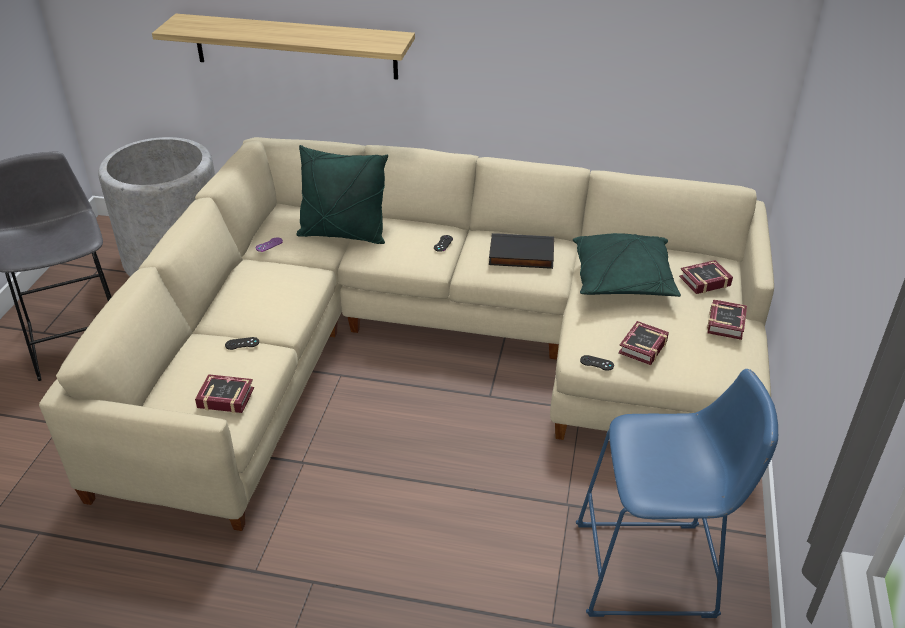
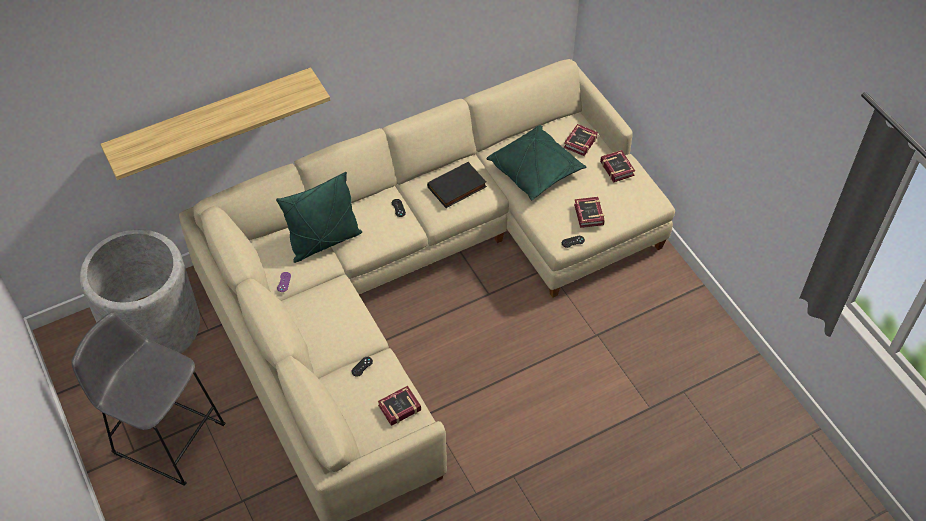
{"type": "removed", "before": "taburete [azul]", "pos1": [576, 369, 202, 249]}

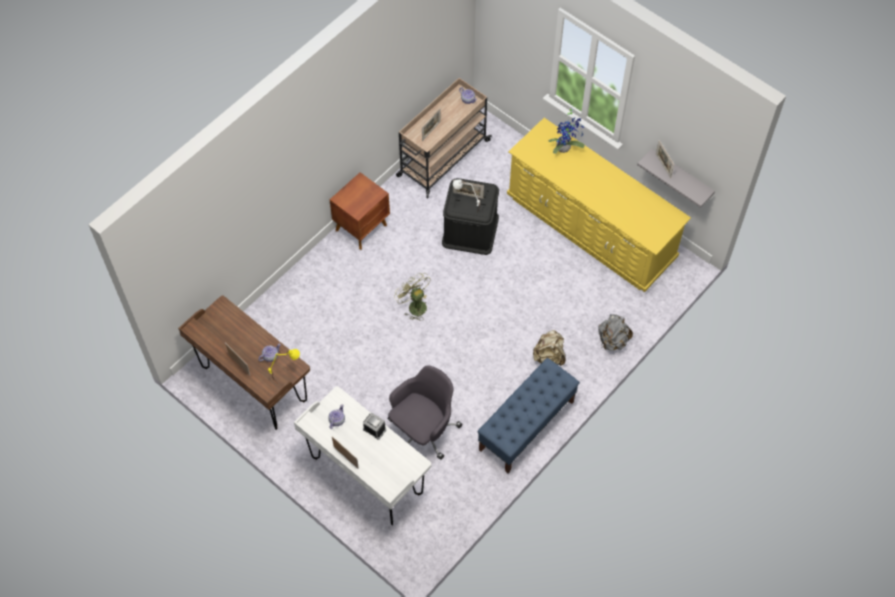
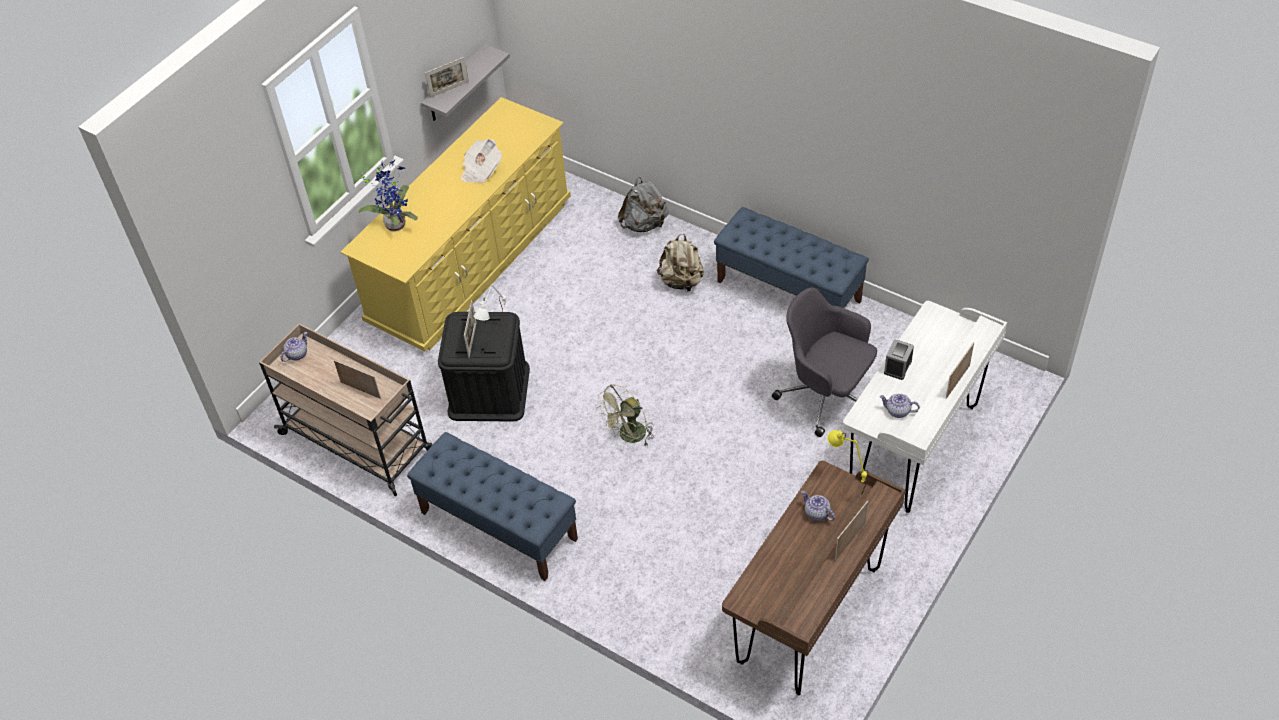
{"type": "replaced", "before": "mesita de noche [marrón]", "after": "banco [azul]", "pos1": [330, 172, 60, 78], "pos2": [407, 432, 171, 149]}
{"type": "added", "after": "periódico", "pos2": [461, 139, 41, 45]}

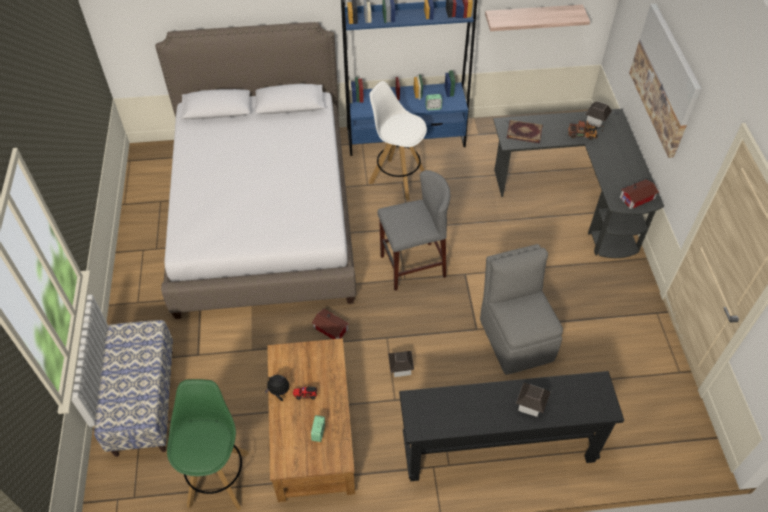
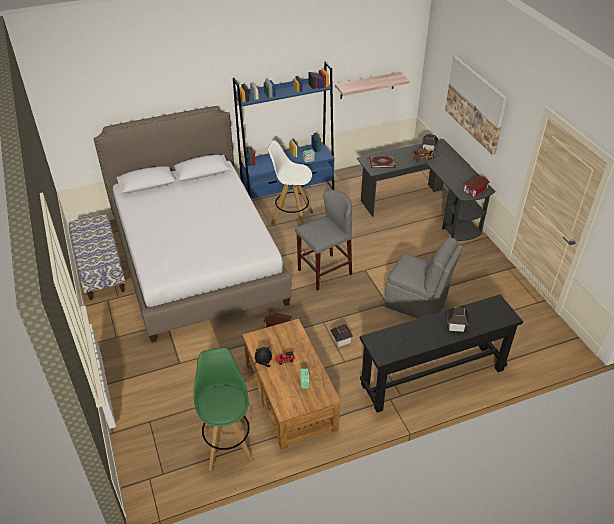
{"type": "moved", "before": "banco", "pos1": [94, 320, 79, 137], "pos2": [69, 214, 57, 86]}
{"type": "turned", "before": "silla [gris]", "pos1": [480, 244, 83, 131], "pos2": [384, 237, 79, 82], "turn": 150}

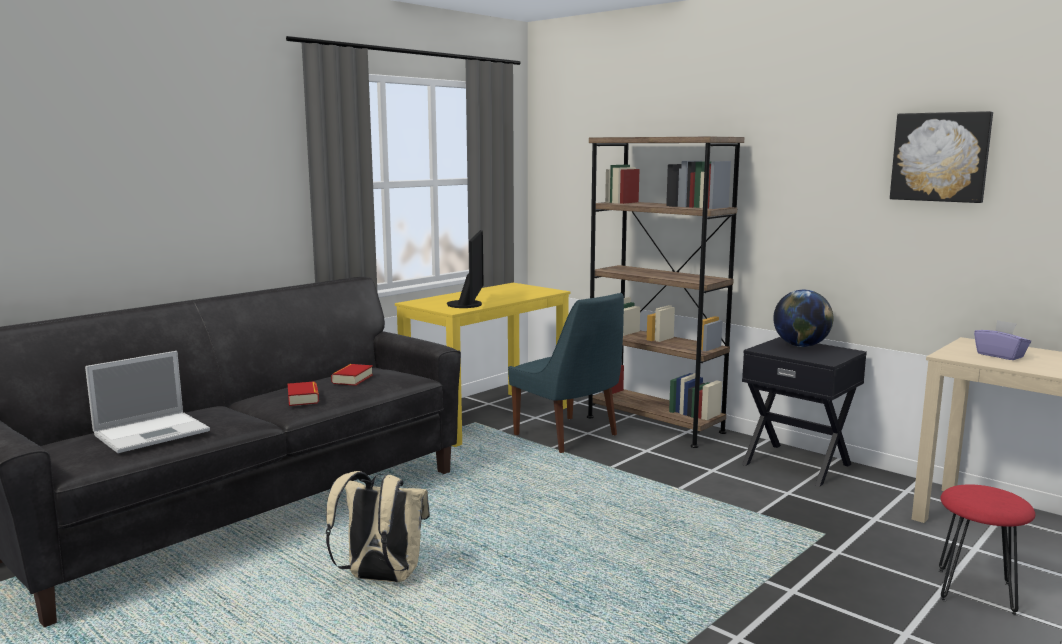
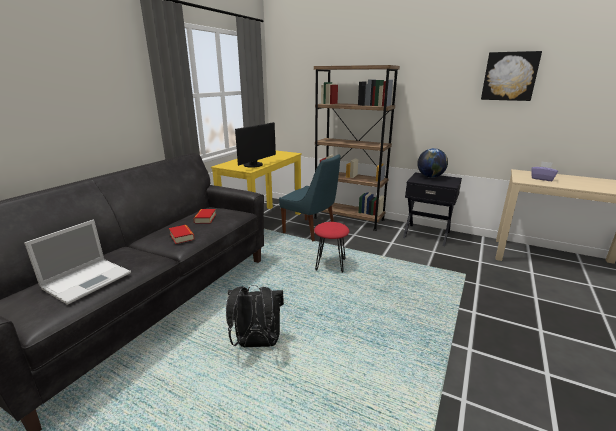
{"type": "recoloured", "before": "mochila [beis]", "after": "mochila [negro]", "pos1": [326, 471, 104, 111], "pos2": [226, 285, 58, 62]}
{"type": "turned", "before": "monitor", "pos1": [447, 230, 37, 78], "pos2": [235, 122, 41, 46], "turn": 45}
{"type": "moved", "before": "taburete [rojo]", "pos1": [938, 484, 97, 132], "pos2": [314, 222, 35, 51]}

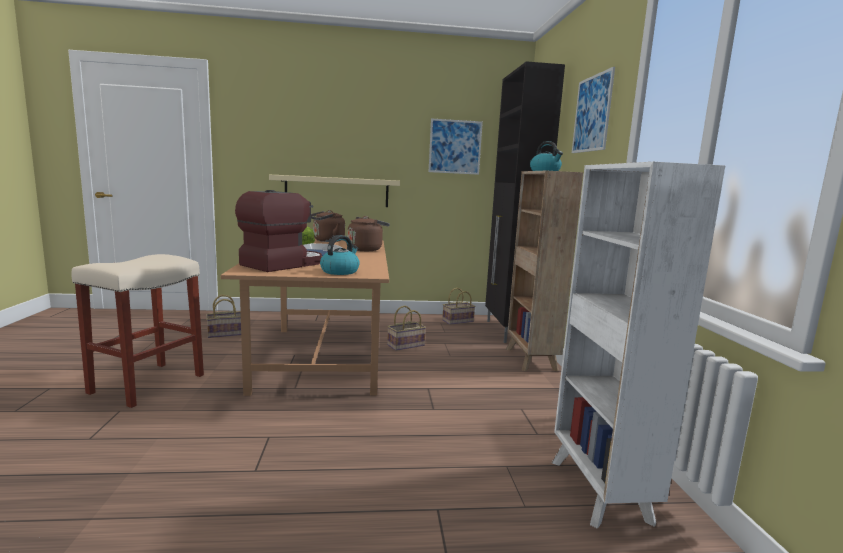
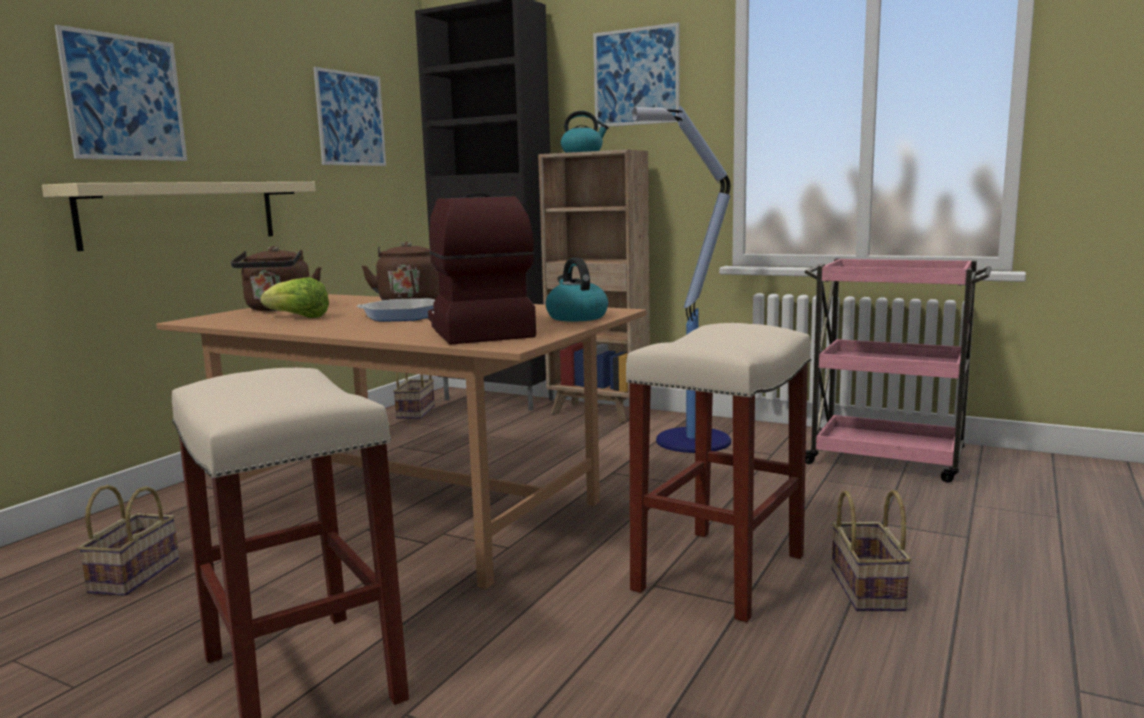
{"type": "moved", "before": "cesta", "pos1": [387, 306, 39, 45], "pos2": [832, 490, 79, 121]}
{"type": "replaced", "before": "estantería [blanco]", "after": "carrito [rosa]", "pos1": [552, 162, 173, 366], "pos2": [804, 259, 188, 223]}
{"type": "added", "after": "cuadro", "pos2": [55, 25, 132, 136]}
{"type": "added", "after": "taburete [beis]", "pos2": [626, 323, 185, 299]}
{"type": "added", "after": "lámpara de pie", "pos2": [632, 106, 99, 347]}

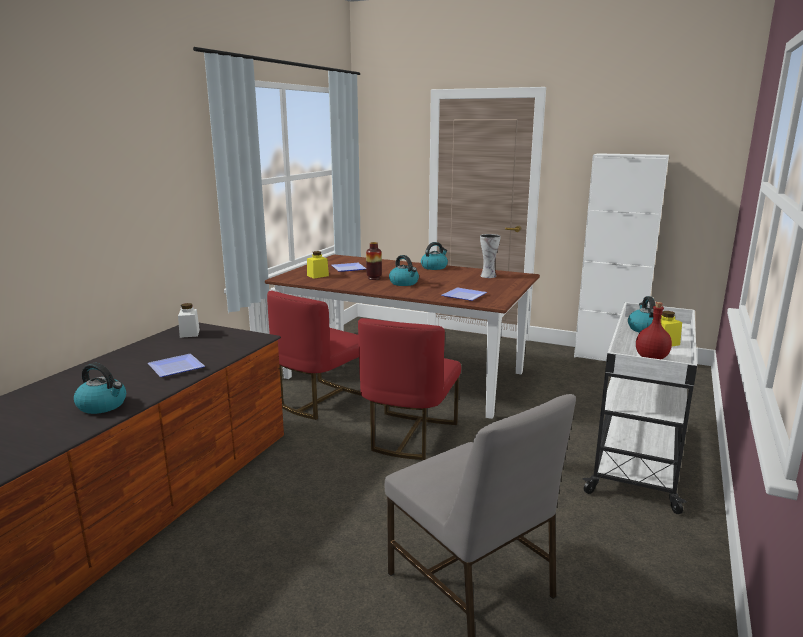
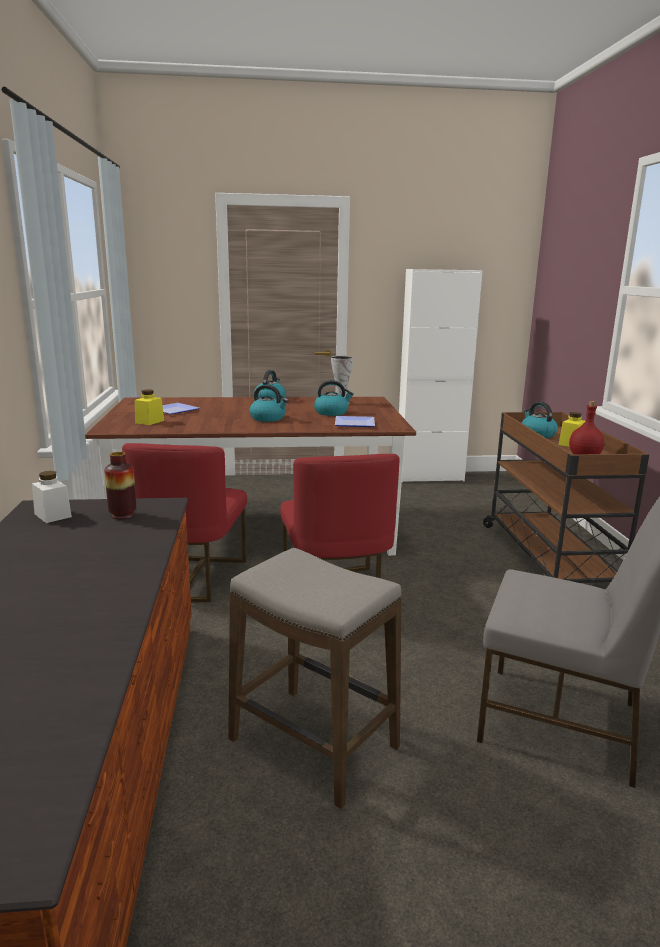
{"type": "moved", "before": "hervidor", "pos1": [74, 363, 52, 51], "pos2": [314, 380, 40, 36]}
{"type": "removed", "before": "plato", "pos1": [148, 354, 57, 23]}
{"type": "moved", "before": "florero", "pos1": [366, 242, 16, 38], "pos2": [104, 452, 33, 68]}
{"type": "recoloured", "before": "carrito [blanco]", "after": "carrito [marrón]", "pos1": [582, 302, 115, 212], "pos2": [483, 412, 166, 171]}
{"type": "added", "after": "taburete", "pos2": [228, 548, 173, 261]}

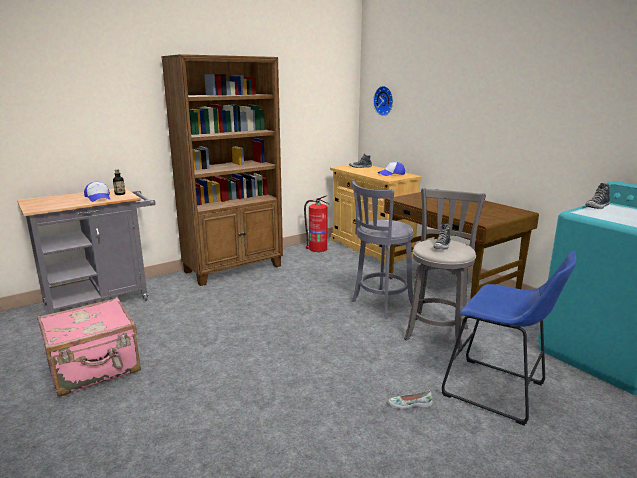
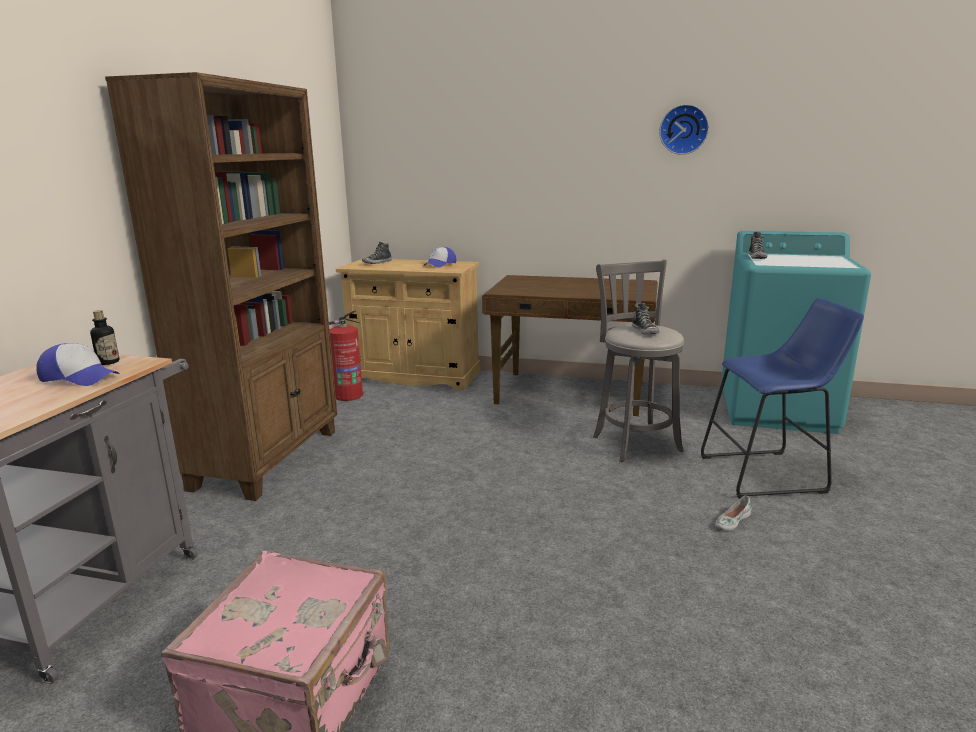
{"type": "removed", "before": "taburete [gris]", "pos1": [352, 180, 62, 139]}
{"type": "moved", "before": "reloj de pared", "pos1": [373, 86, 20, 30], "pos2": [659, 104, 50, 51]}

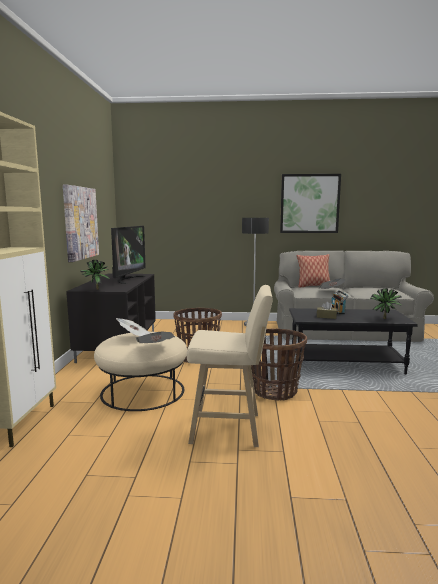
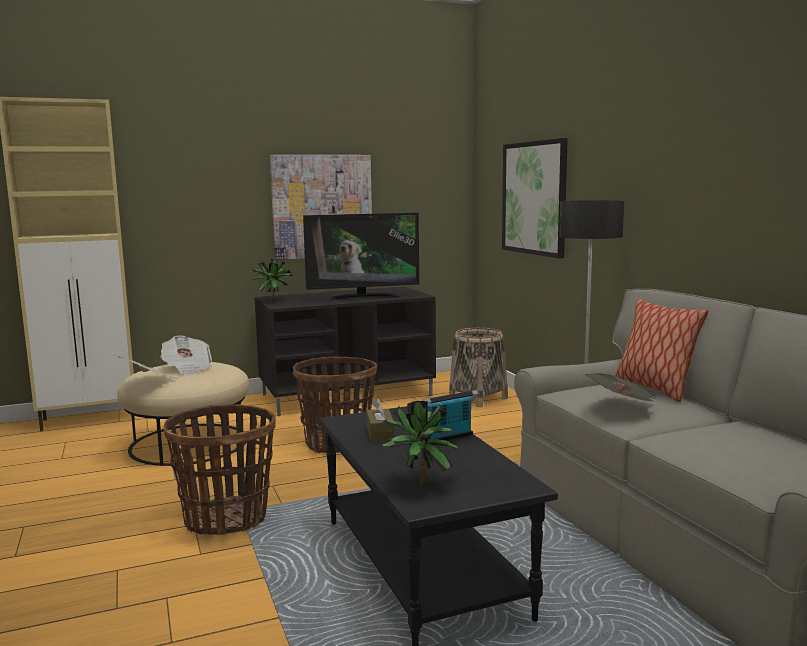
{"type": "removed", "before": "taburete [beis]", "pos1": [187, 285, 85, 162]}
{"type": "moved", "before": "cuadro", "pos1": [280, 174, 61, 59], "pos2": [502, 138, 66, 120]}
{"type": "added", "after": "cesta", "pos2": [449, 328, 59, 79]}

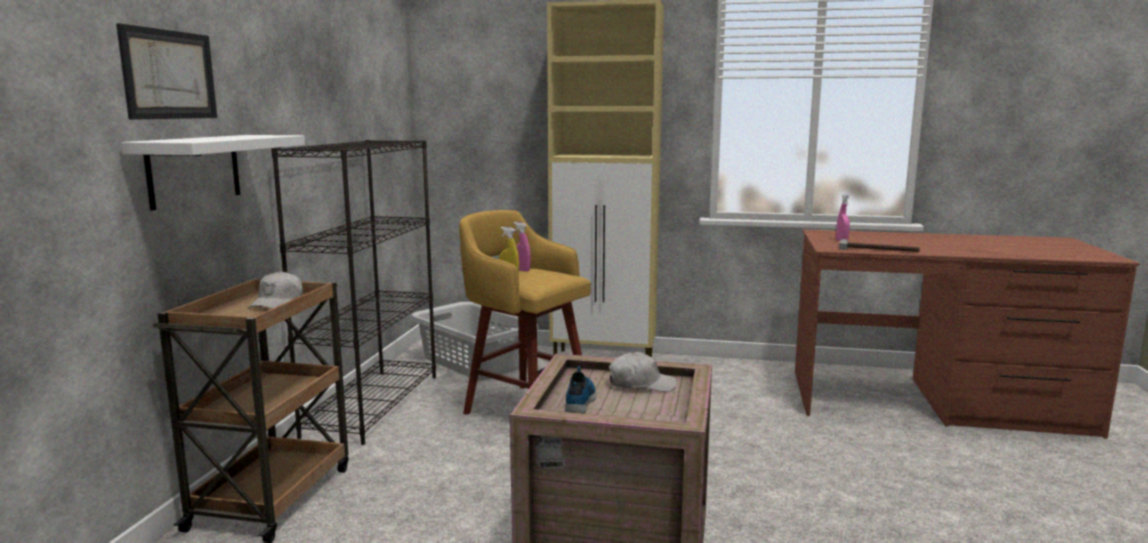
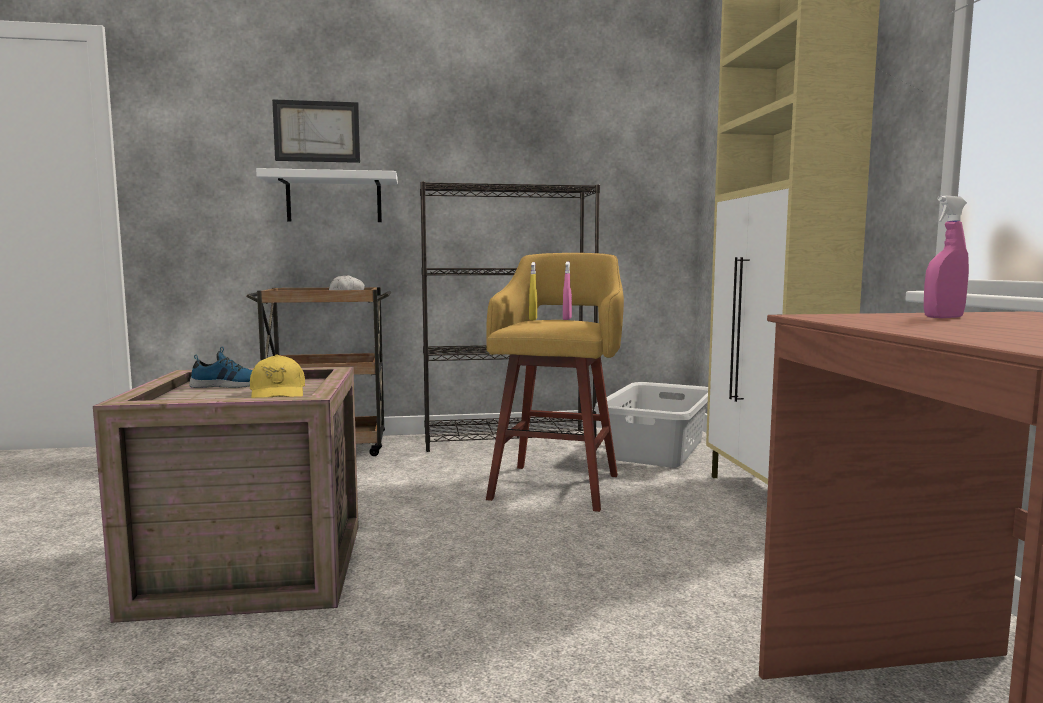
{"type": "recoloured", "before": "gorra [blanco]", "after": "gorra [amarillo]", "pos1": [609, 352, 68, 40], "pos2": [250, 354, 55, 44]}
{"type": "removed", "before": "martillo", "pos1": [839, 239, 81, 13]}

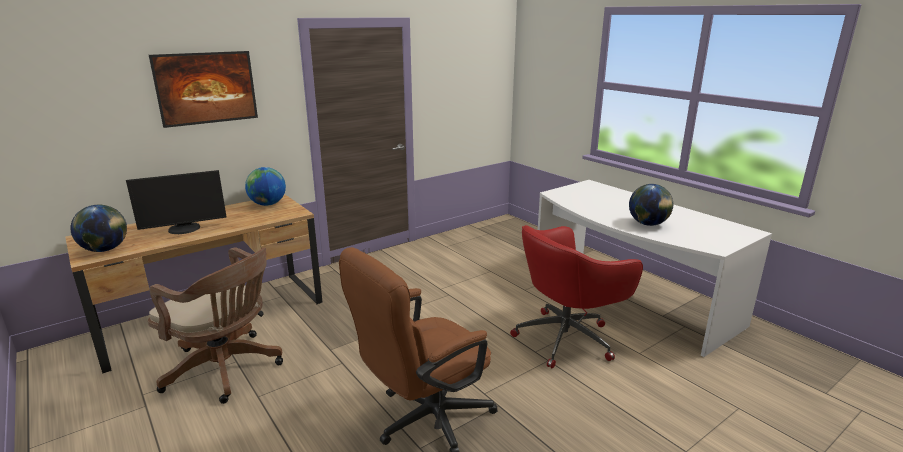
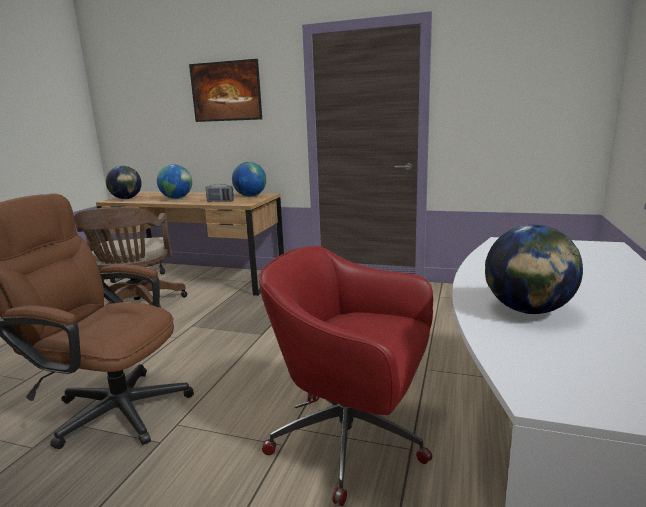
{"type": "replaced", "before": "monitor", "after": "globo terráqueo", "pos1": [126, 170, 101, 64], "pos2": [157, 164, 35, 35]}
{"type": "added", "after": "radio", "pos2": [206, 184, 28, 18]}

